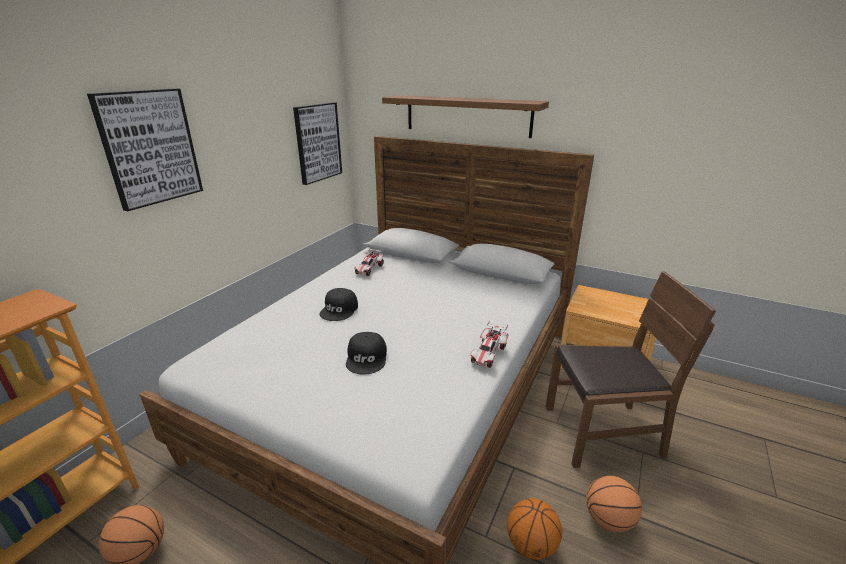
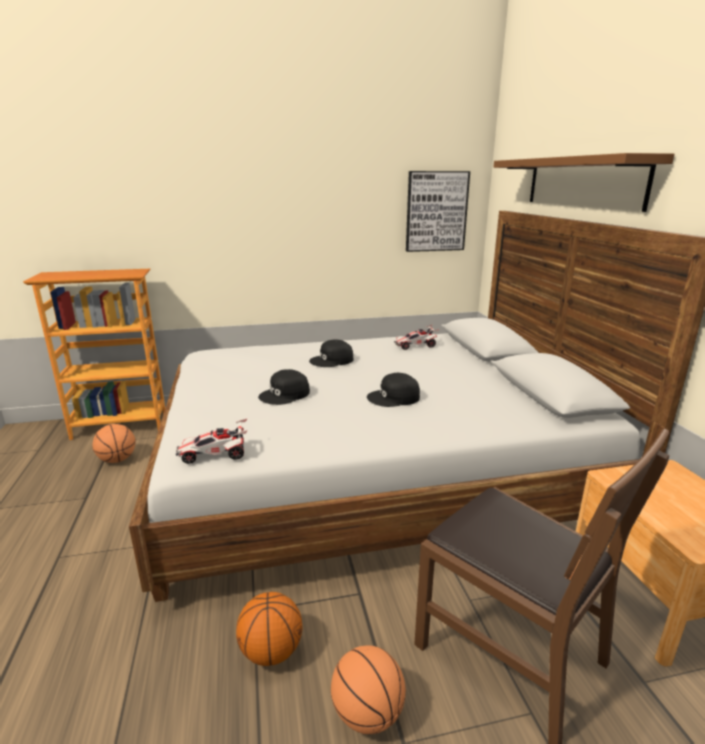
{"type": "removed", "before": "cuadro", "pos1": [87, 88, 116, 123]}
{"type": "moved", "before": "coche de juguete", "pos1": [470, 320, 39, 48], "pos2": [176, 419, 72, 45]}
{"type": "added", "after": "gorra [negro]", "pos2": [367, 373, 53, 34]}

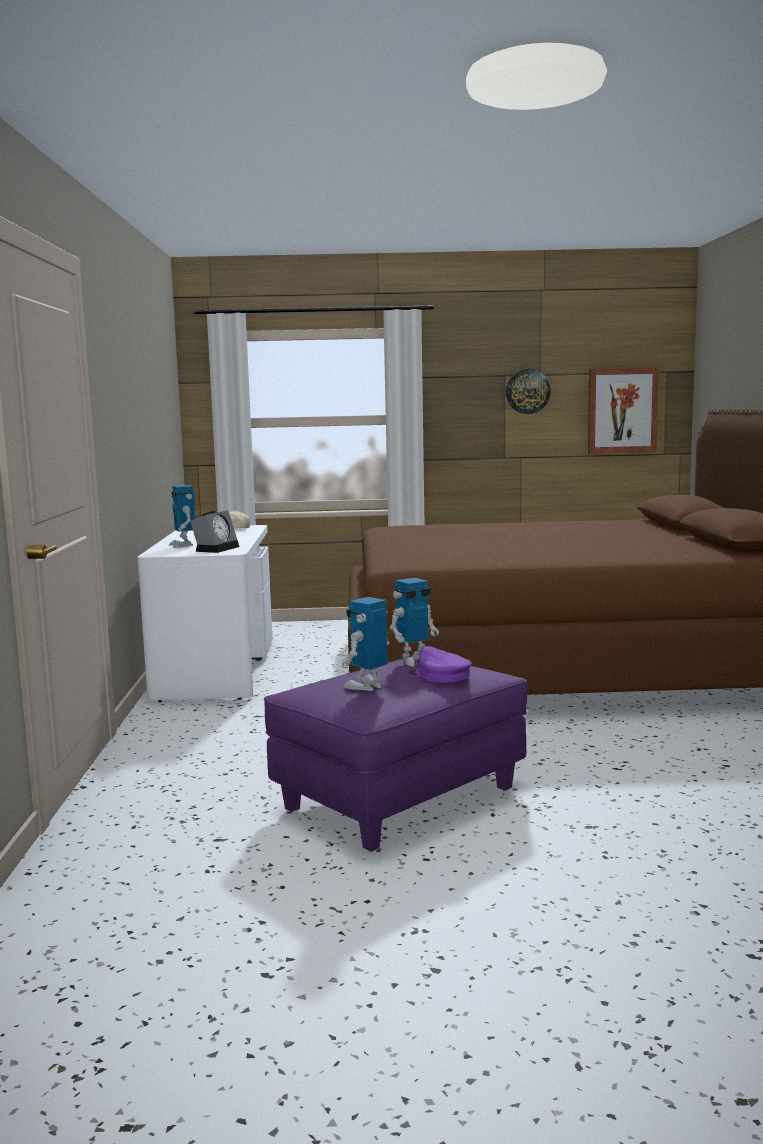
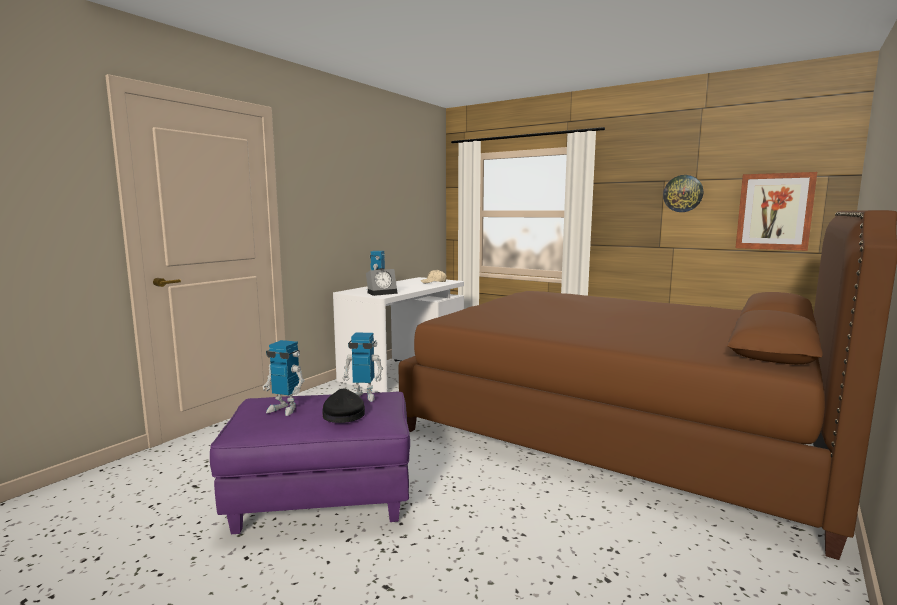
{"type": "turned", "before": "robot de juguete", "pos1": [341, 597, 48, 94], "pos2": [262, 340, 43, 76], "turn": -150}
{"type": "recoloured", "before": "gorra [morado]", "after": "gorra [negro]", "pos1": [408, 646, 64, 36], "pos2": [322, 389, 43, 34]}

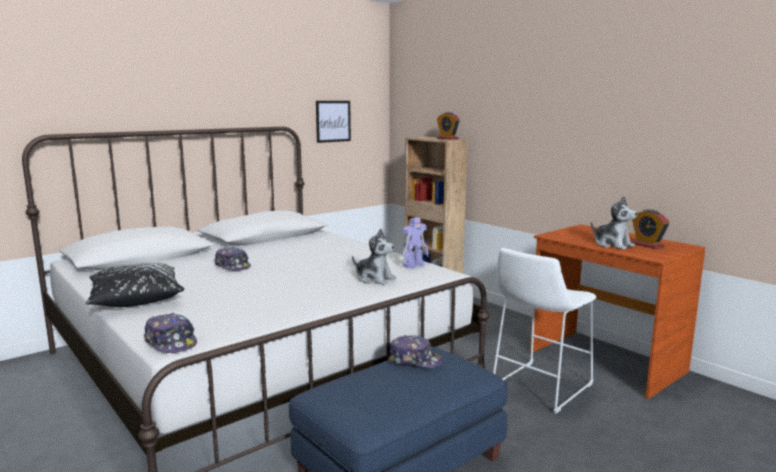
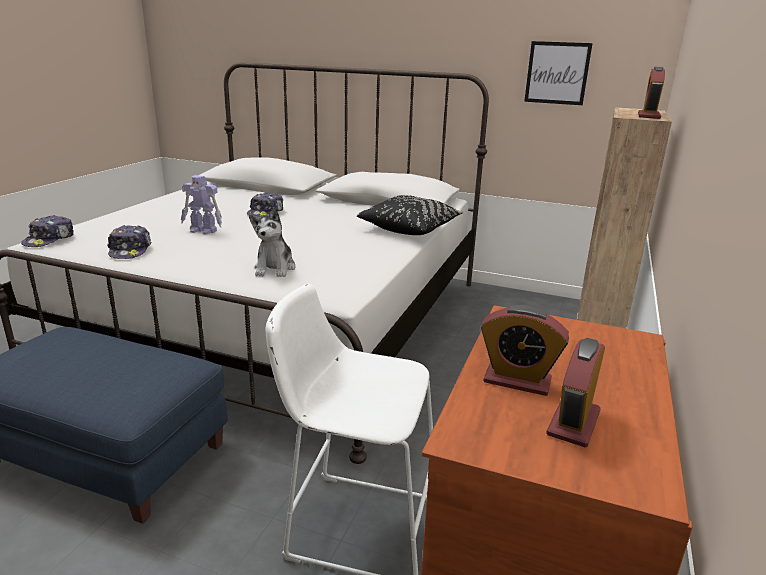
{"type": "moved", "before": "cojín [negro]", "pos1": [86, 263, 98, 44], "pos2": [357, 195, 106, 40]}
{"type": "moved", "before": "gorra", "pos1": [389, 335, 54, 33], "pos2": [107, 225, 44, 34]}
{"type": "moved", "before": "robot de juguete", "pos1": [402, 217, 27, 52], "pos2": [181, 175, 41, 59]}
{"type": "replaced", "before": "peluche", "after": "despertador", "pos1": [591, 196, 46, 54], "pos2": [481, 305, 88, 91]}

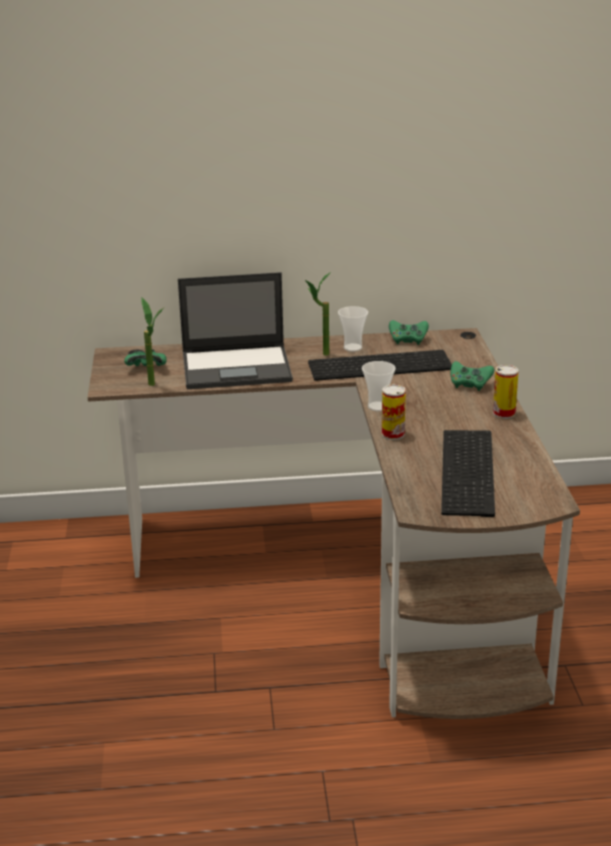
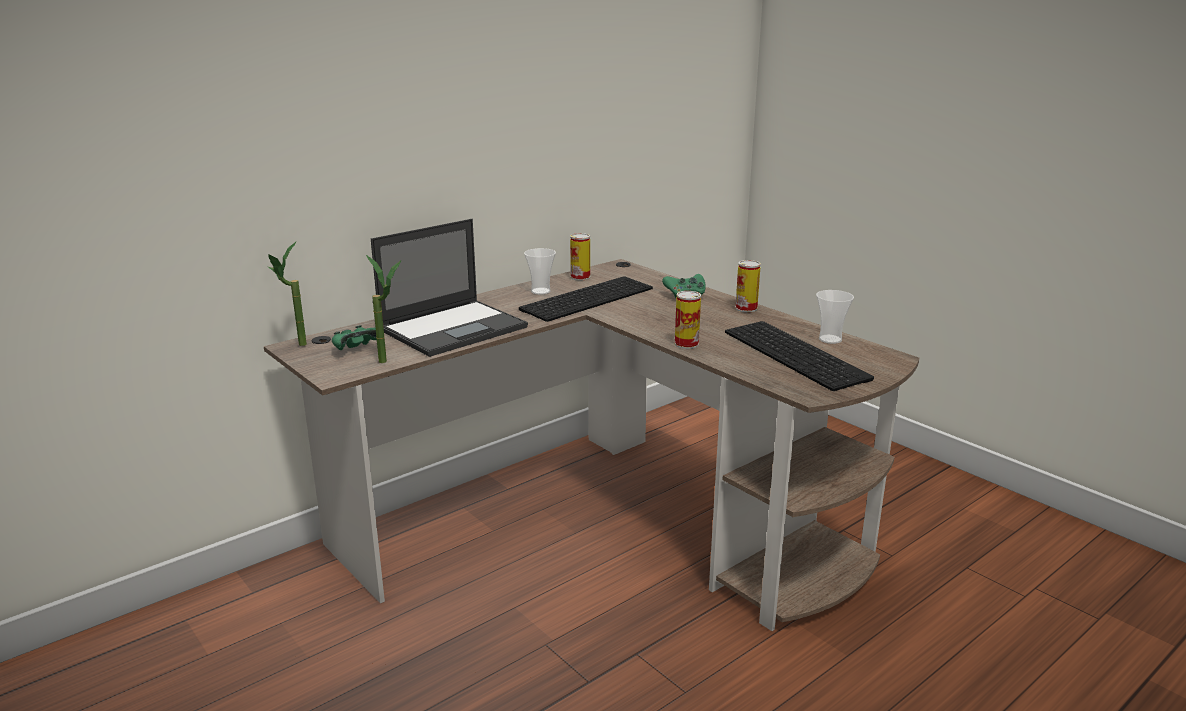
{"type": "moved", "before": "planta en maceta", "pos1": [305, 272, 26, 84], "pos2": [267, 241, 40, 105]}
{"type": "moved", "before": "taza", "pos1": [362, 361, 34, 50], "pos2": [816, 290, 38, 54]}
{"type": "replaced", "before": "mando de consola [verde]", "after": "lata", "pos1": [389, 320, 40, 25], "pos2": [570, 233, 20, 48]}

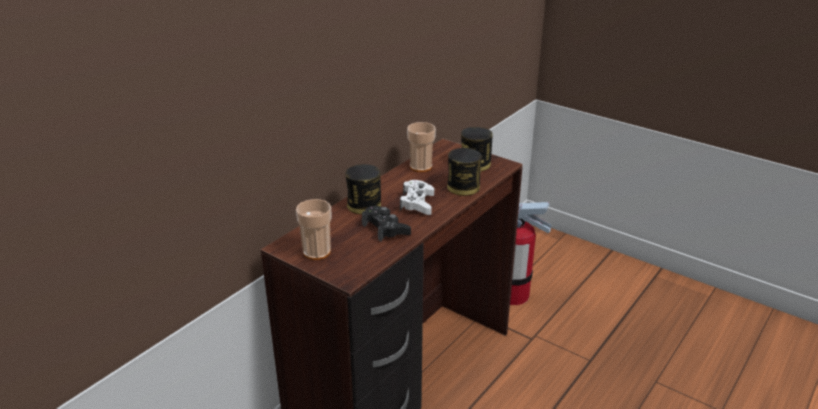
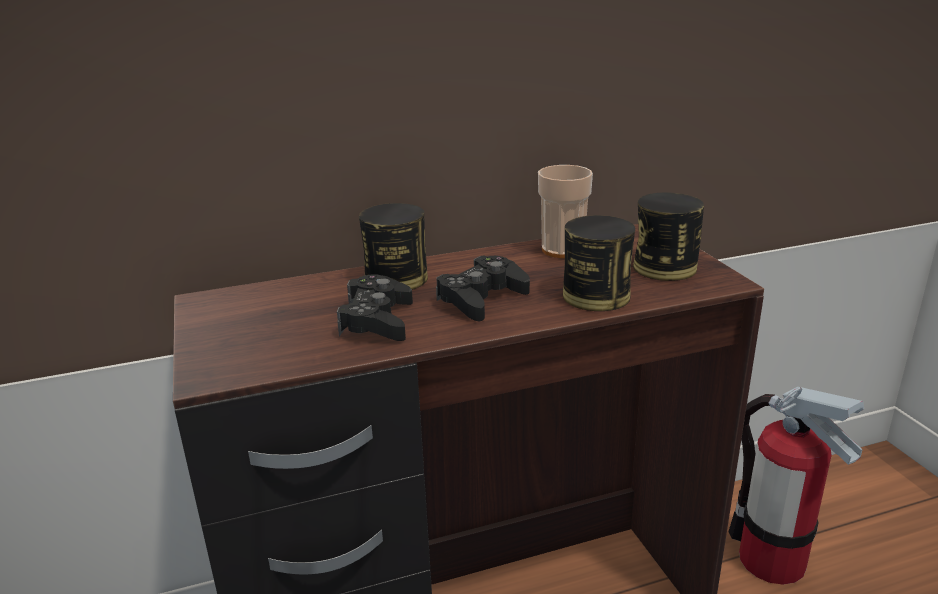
{"type": "removed", "before": "taza", "pos1": [296, 199, 36, 61]}
{"type": "recoloured", "before": "mando de consola [blanco]", "after": "mando de consola [negro]", "pos1": [400, 180, 34, 35], "pos2": [436, 255, 94, 66]}

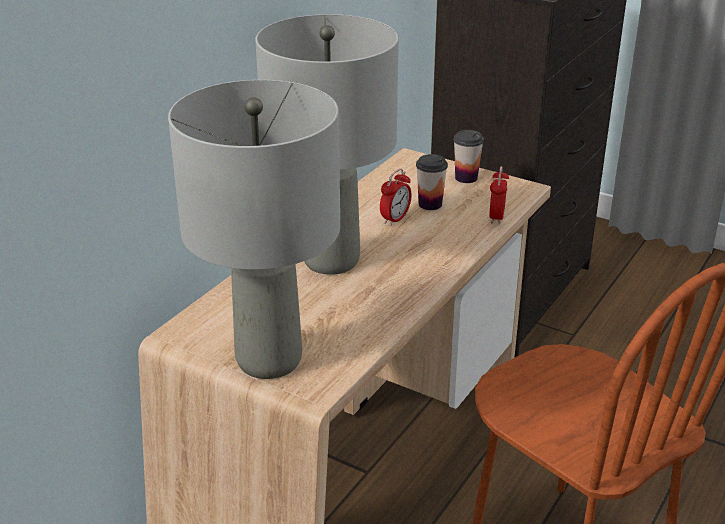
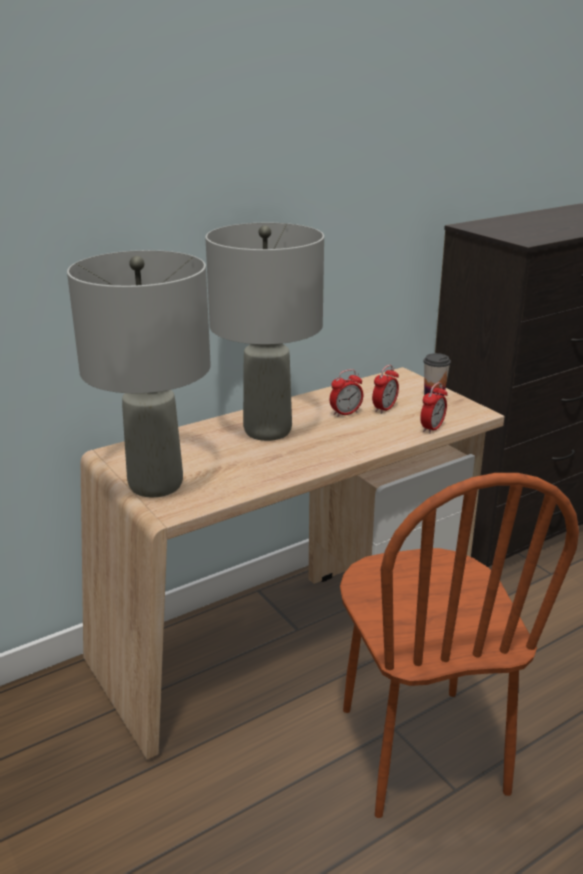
{"type": "replaced", "before": "taza", "after": "despertador", "pos1": [416, 154, 32, 56], "pos2": [372, 365, 27, 49]}

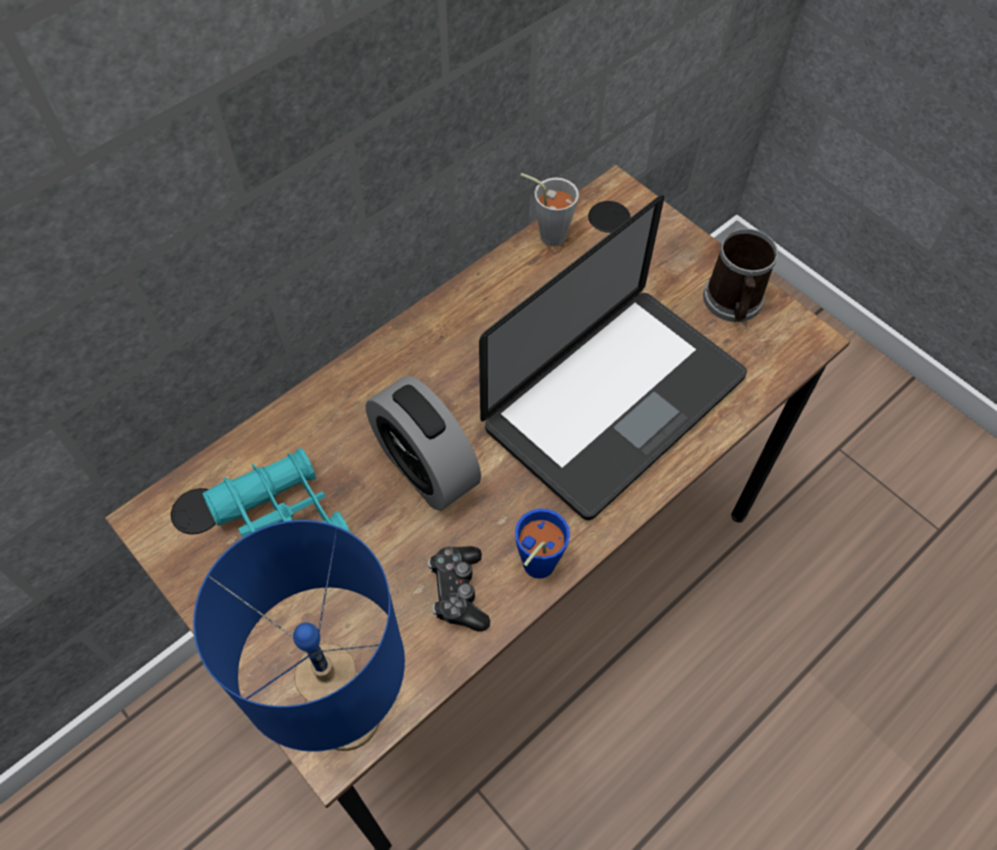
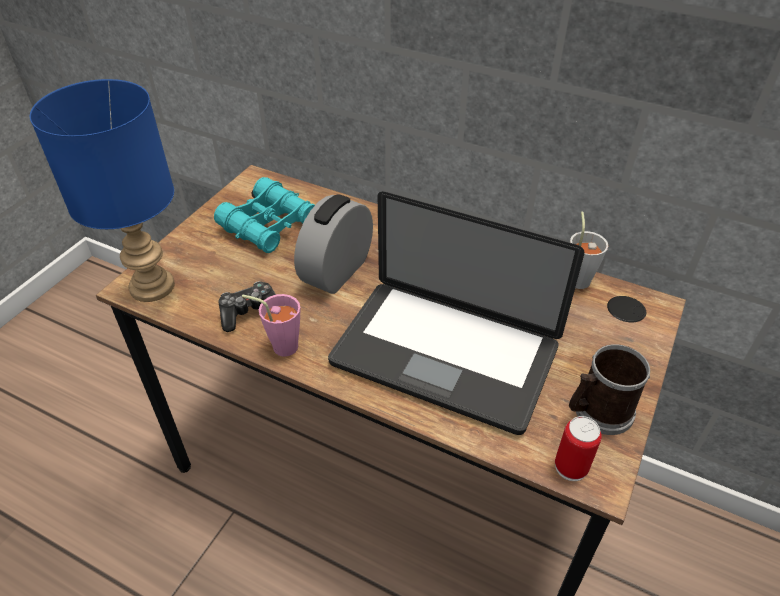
{"type": "recoloured", "before": "taza [azul]", "after": "taza [rosa]", "pos1": [515, 508, 55, 71], "pos2": [242, 294, 58, 63]}
{"type": "added", "after": "lata", "pos2": [555, 416, 47, 65]}

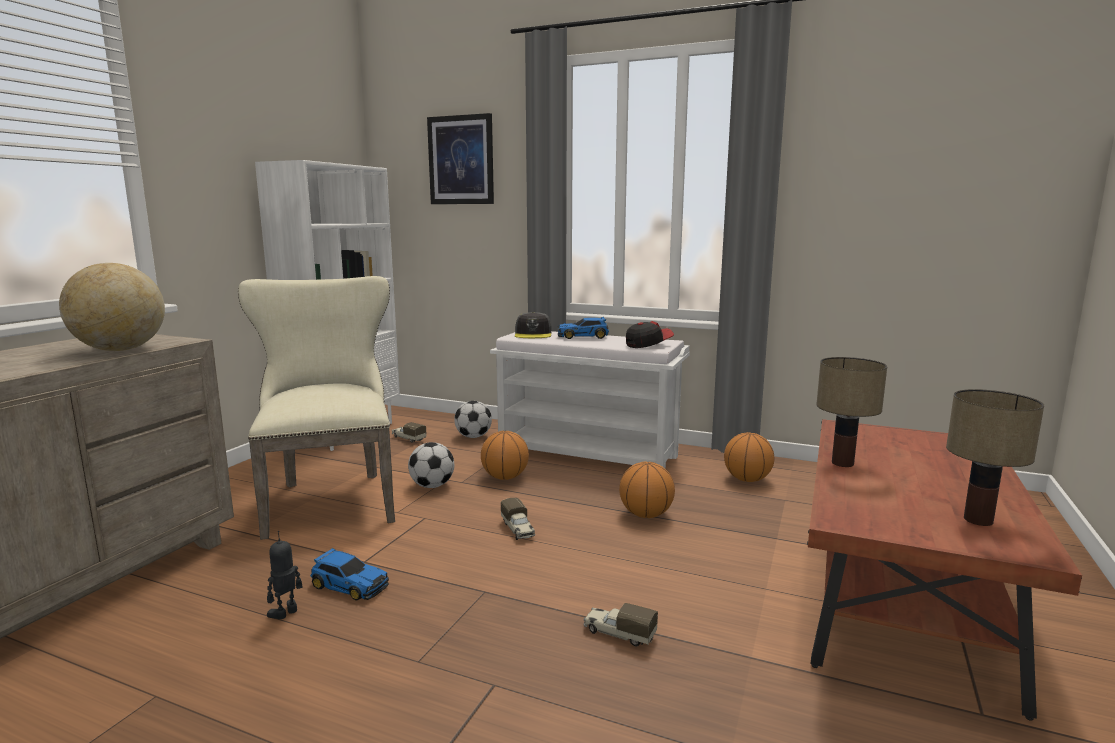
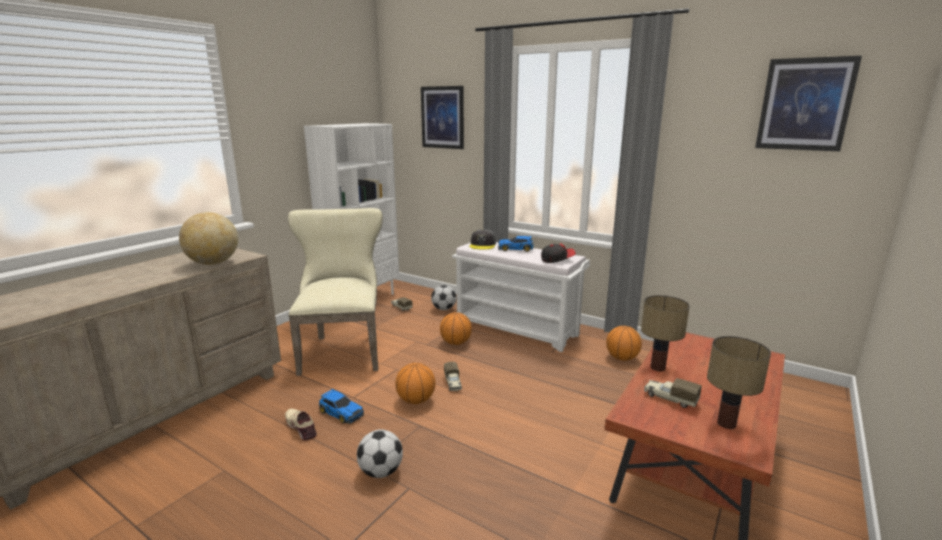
{"type": "replaced", "before": "robot de juguete", "after": "zapato [beis]", "pos1": [267, 531, 36, 88], "pos2": [285, 409, 32, 32]}
{"type": "moved", "before": "balón de fútbol", "pos1": [408, 442, 46, 46], "pos2": [357, 429, 46, 49]}
{"type": "moved", "before": "camión de juguete", "pos1": [583, 603, 75, 43], "pos2": [644, 378, 58, 30]}
{"type": "moved", "before": "balón de baloncesto", "pos1": [619, 461, 56, 57], "pos2": [395, 363, 40, 41]}
{"type": "added", "after": "cuadro", "pos2": [755, 56, 107, 95]}

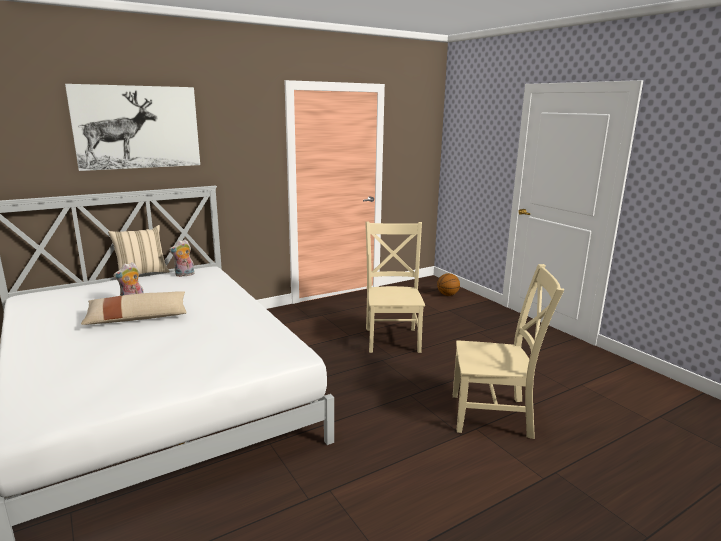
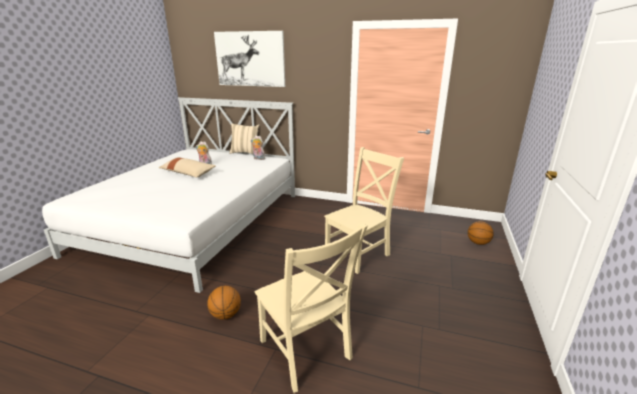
{"type": "added", "after": "balón de baloncesto", "pos2": [207, 286, 34, 34]}

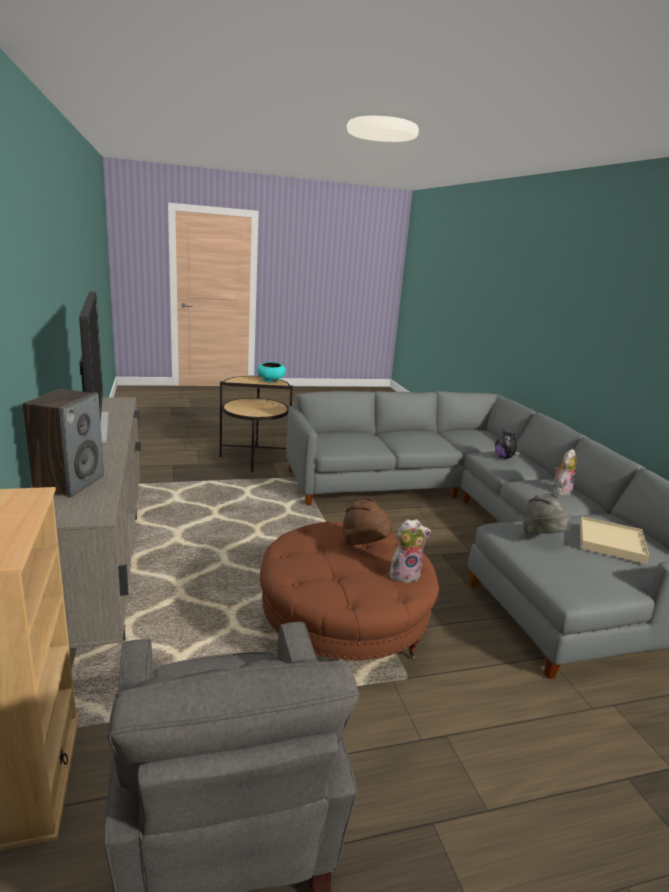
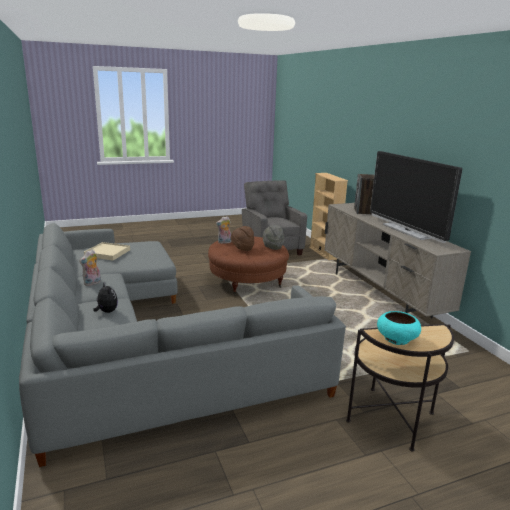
{"type": "moved", "before": "sombrero [gris]", "pos1": [523, 493, 48, 41], "pos2": [263, 225, 21, 25]}

